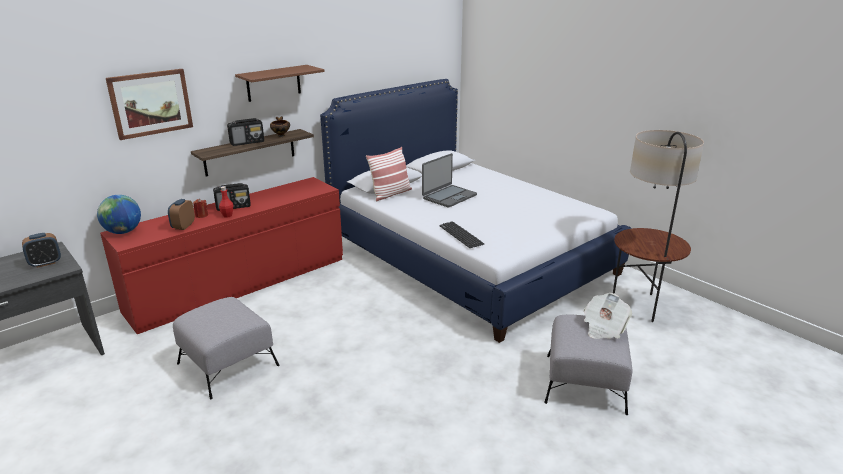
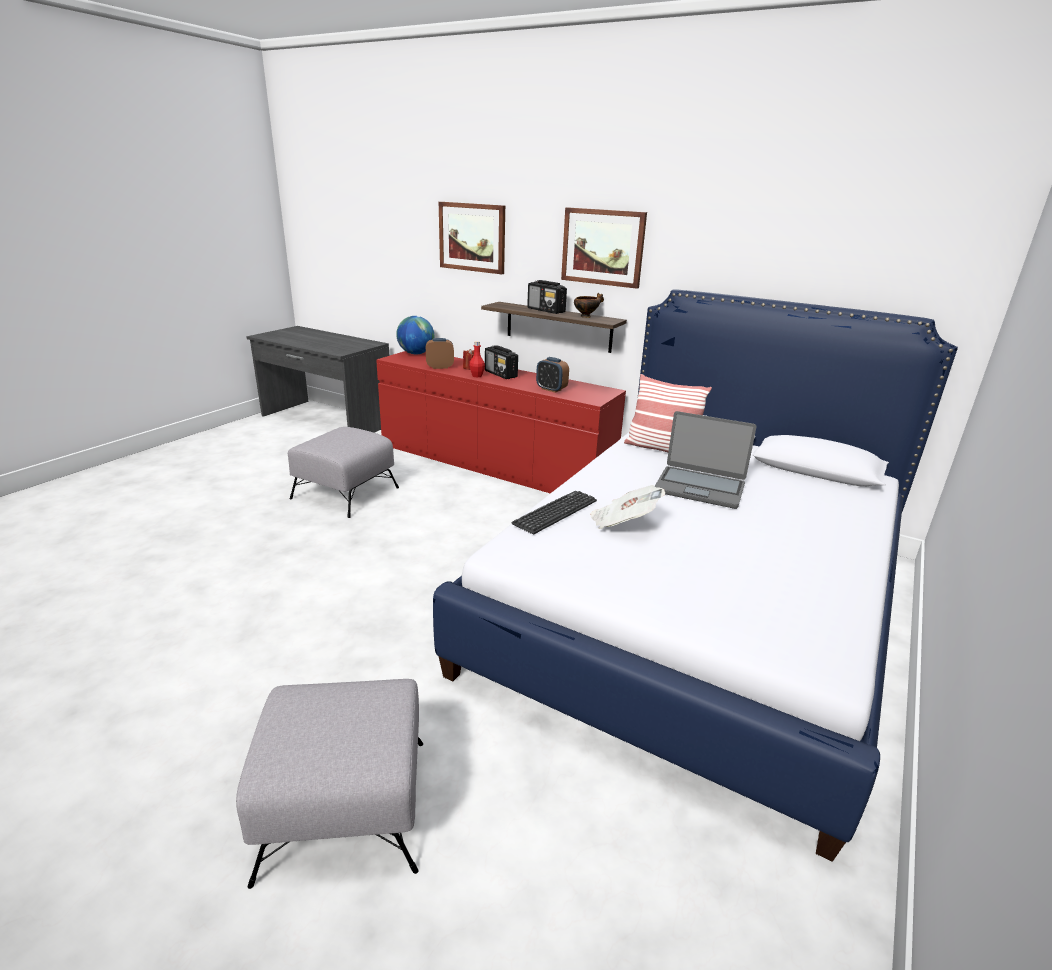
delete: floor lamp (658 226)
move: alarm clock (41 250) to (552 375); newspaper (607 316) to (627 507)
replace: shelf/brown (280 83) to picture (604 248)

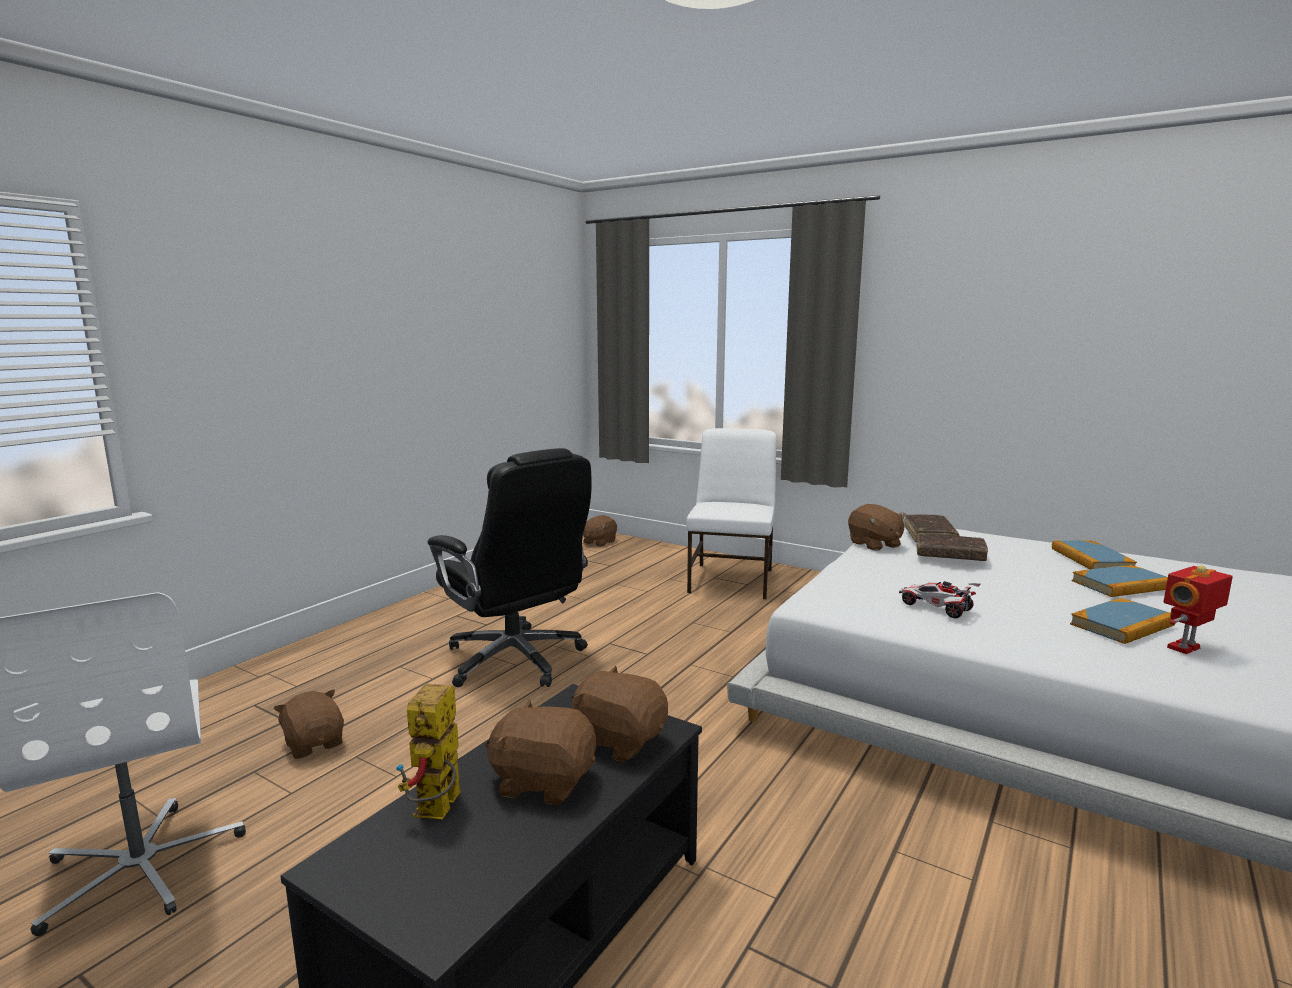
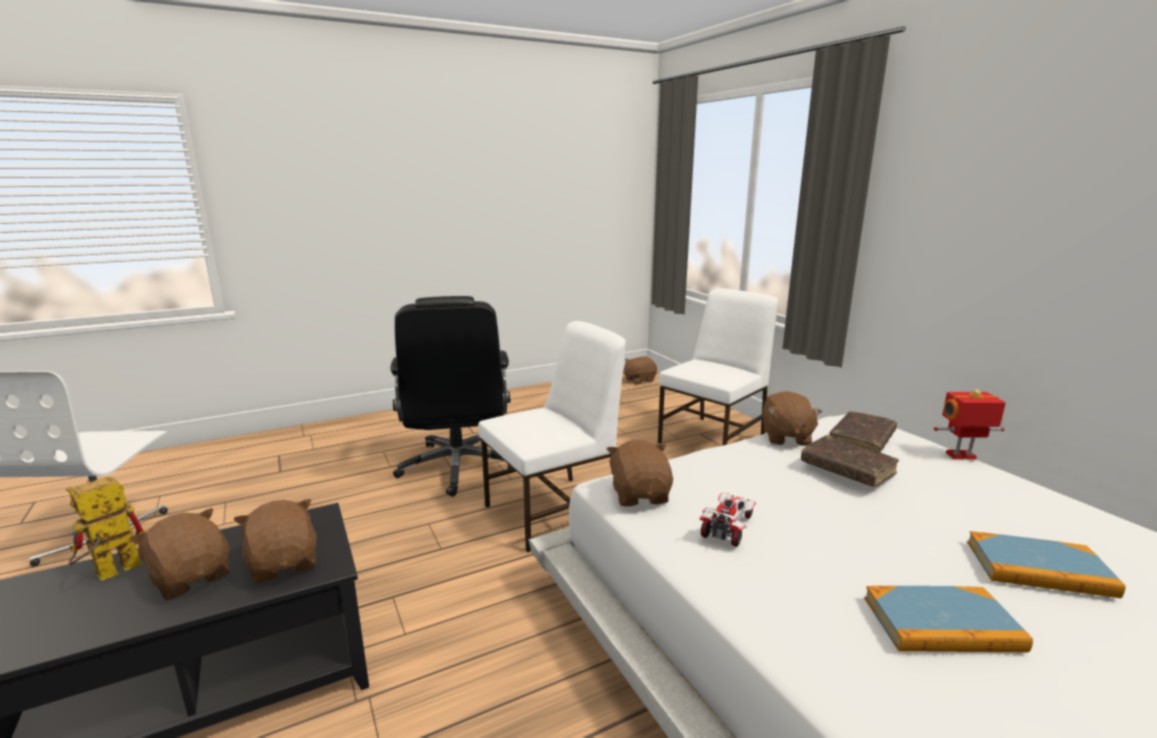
delete: book (1094 554)
insert: chair/white (552 436)
move: plush toy/brown (308 724) to (640 473); toy robot (1198 609) to (969 424)
rotate: toy car (940 600) = (727 520) 45 degrees clockwise

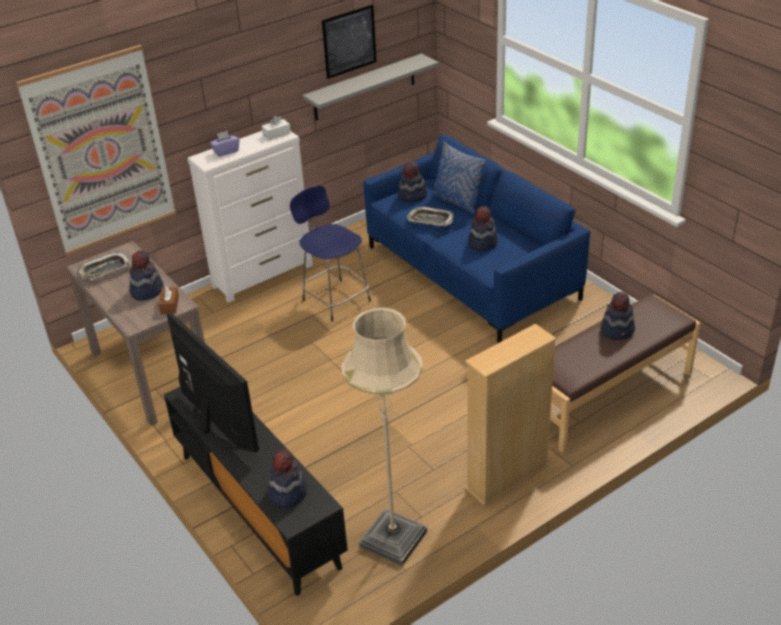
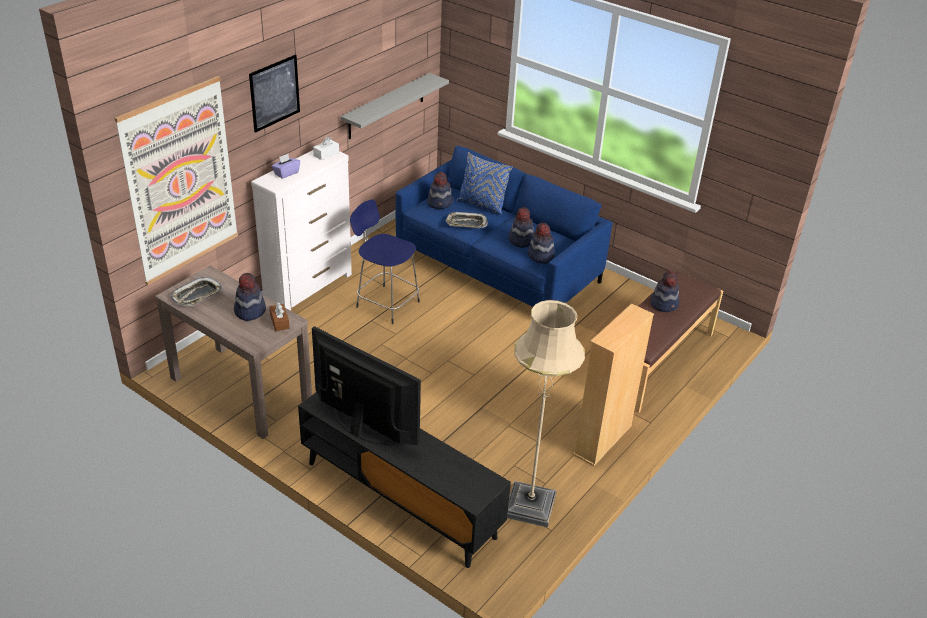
move: picture (349 41) to (274 94); hat (287 478) to (541 243)

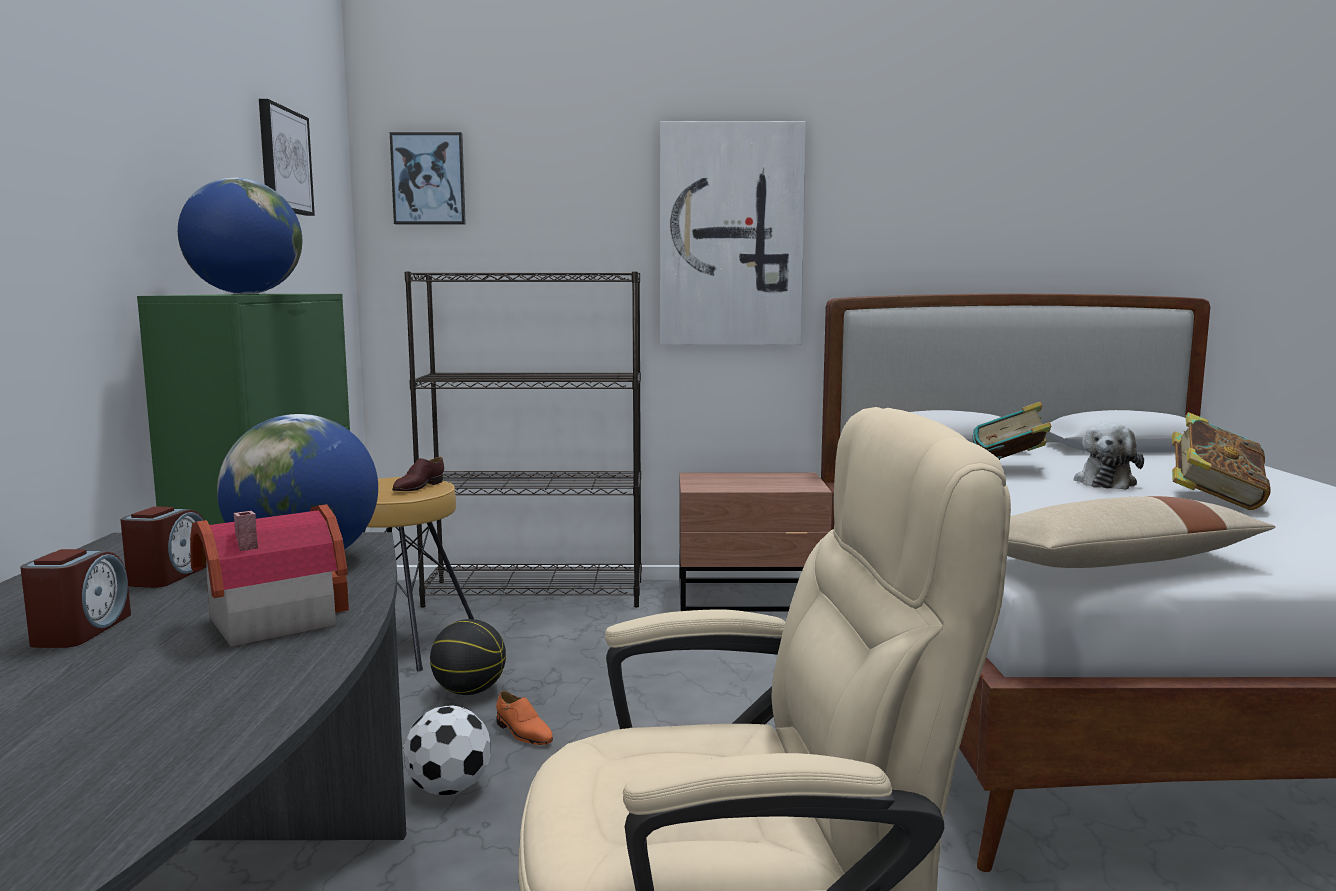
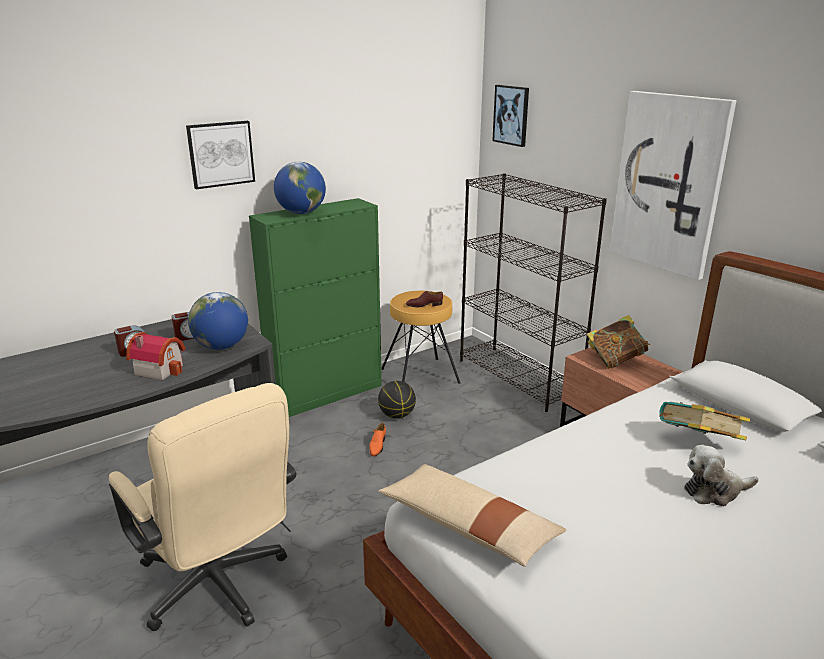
delete: football (447 750)
move: picture (287 157) to (220 155); book (1221 461) to (618 342)

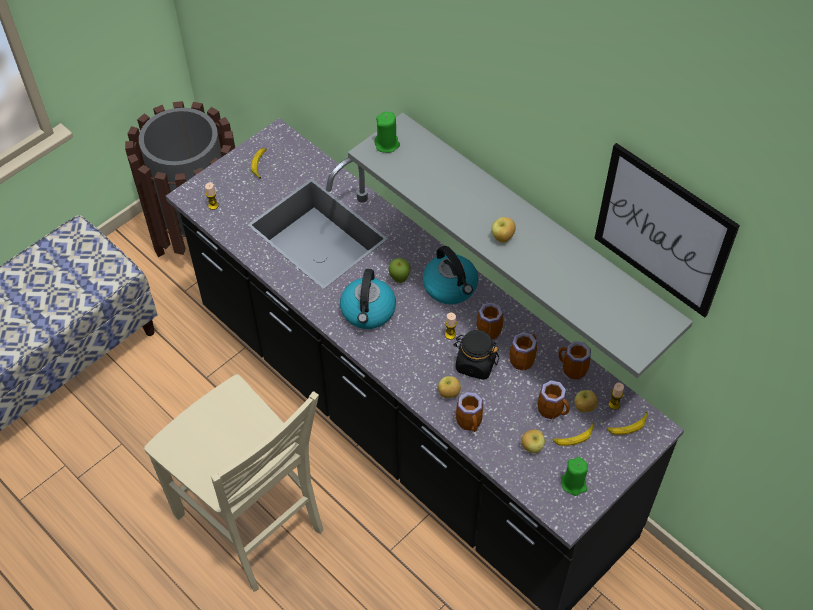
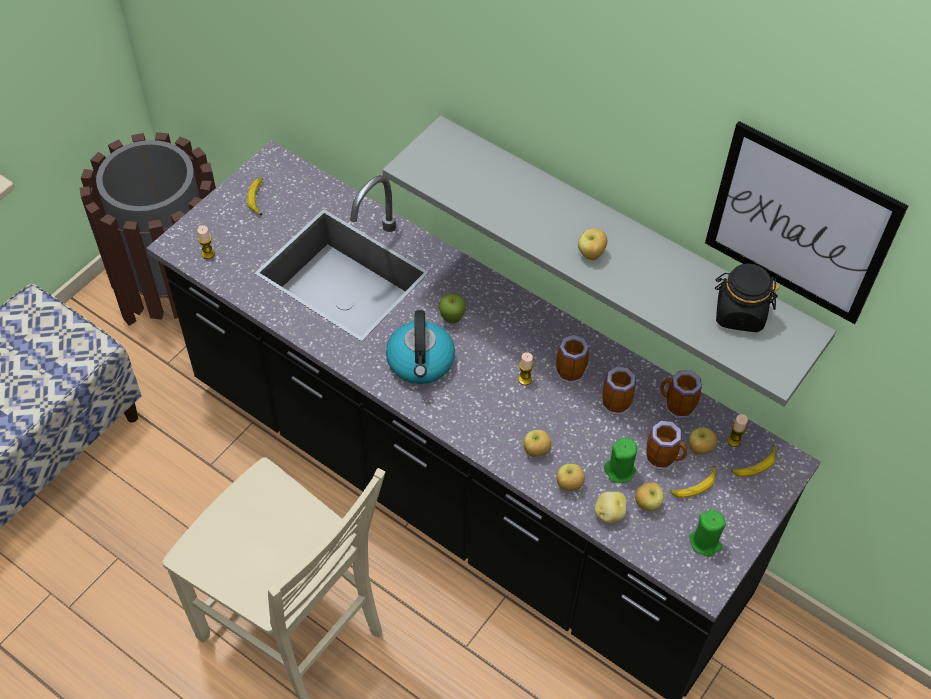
delete: kettle (450 275)
insert: potato (610 507)
move: candle/green (387 132) to (620 460); jar/black (476 355) to (747 297)
replace: mug (469 412) to apple (571 477)

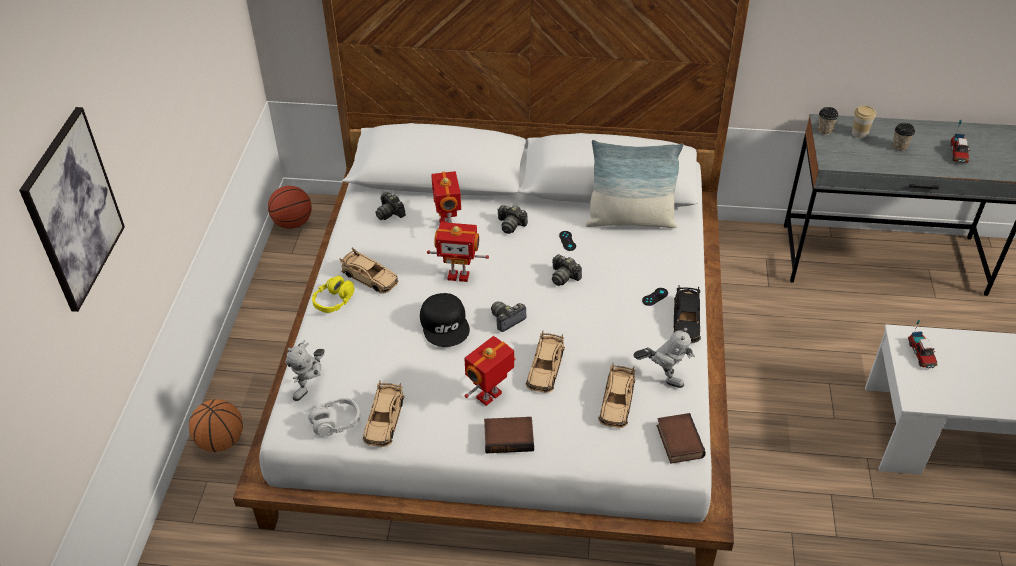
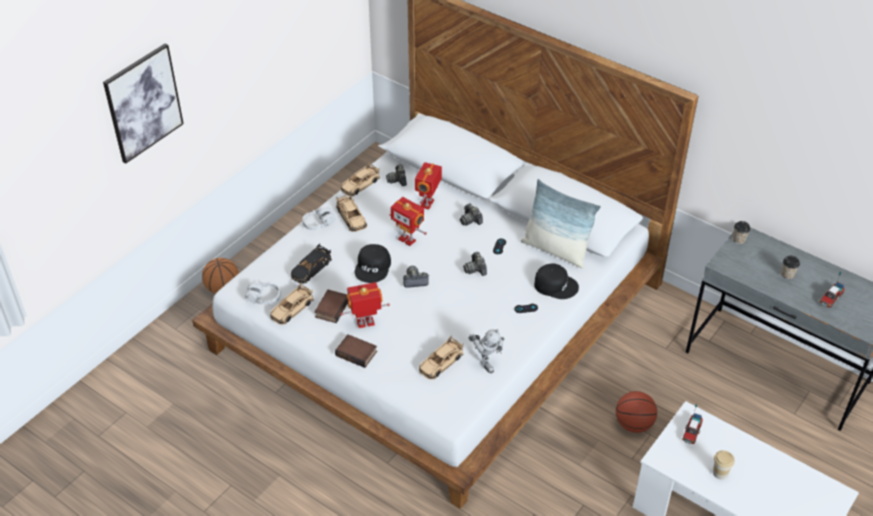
delete: toy robot (305 370)
insert: cap/black (556 281)
move: toy car/black (687 314) to (311 263); book (681 438) to (330 306); toy car/beige (545 361) to (360 179); basketball (290 207) to (636 412); cup (864 122) to (724 464)
recolor: headphones/yellow (333 294) to headphones/grey (319 219)

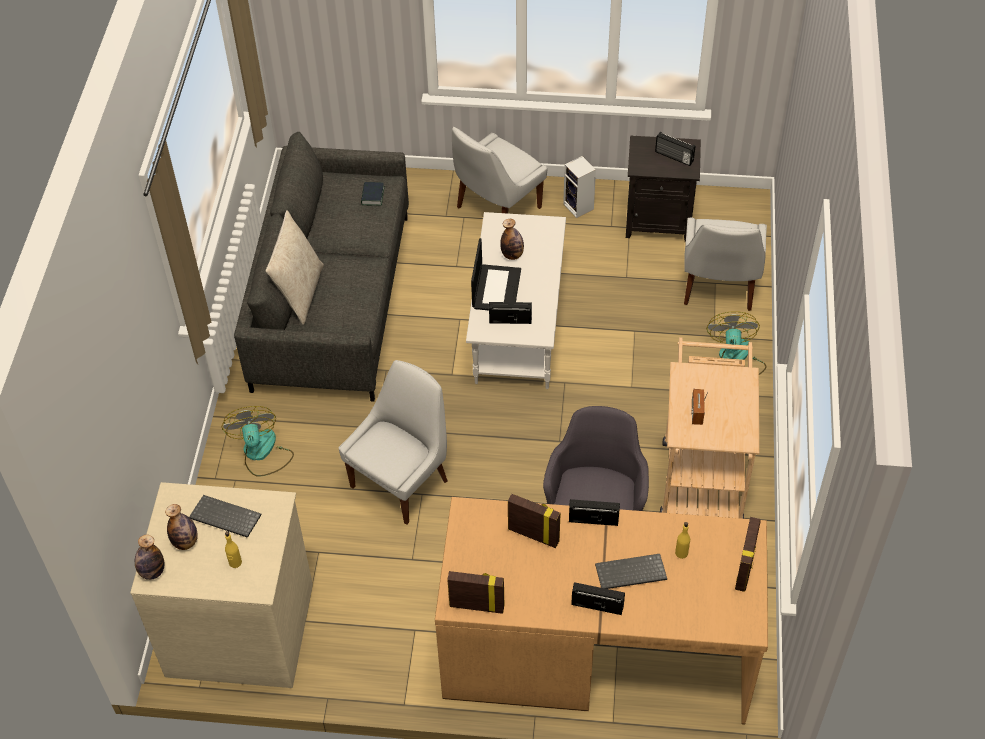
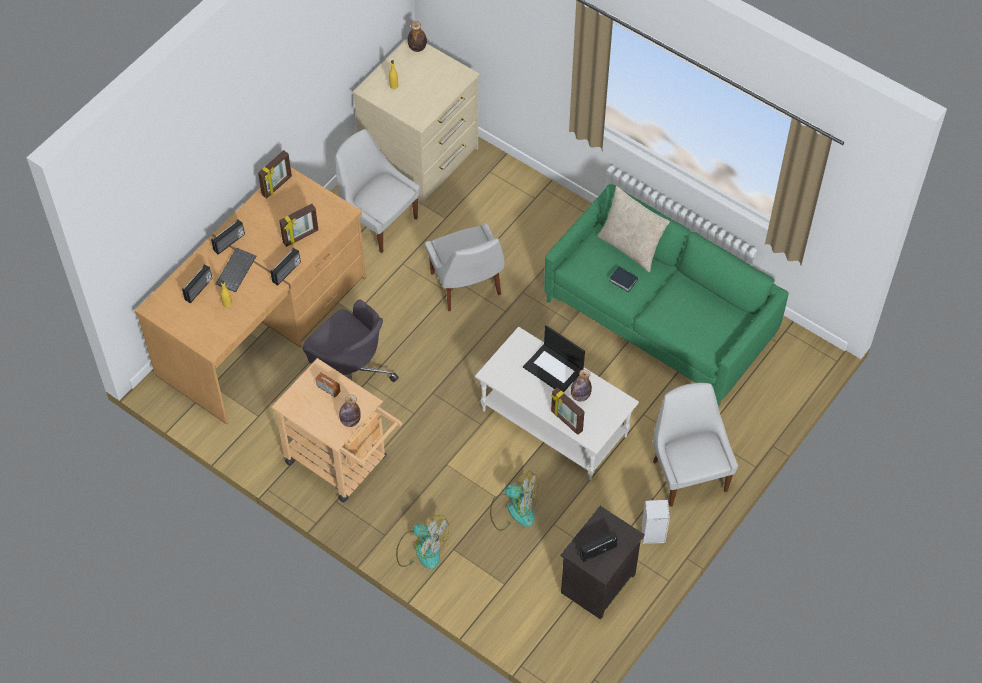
delete: keyboard (225 516)
move: radio (510 313) to (197 283); chair/white (725 264) to (377 191); bottle (181 527) to (350 411); fan (258 441) to (514 501); picture frame (748 554) to (568 411); book (373 194) to (623 279)
recolor: sofa/grey (321 267) to sofa/green (666 295)

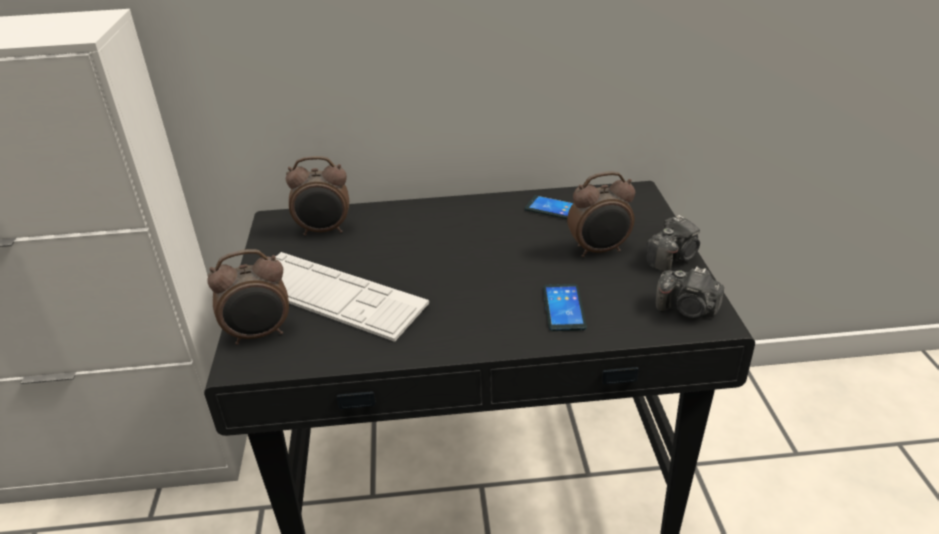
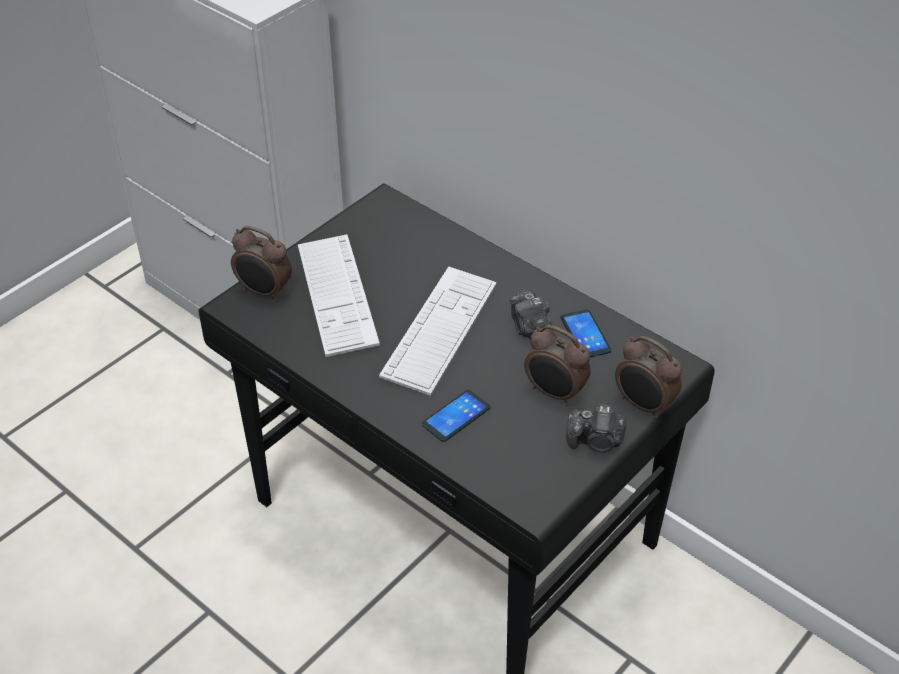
insert: keyboard (438 331)
move: photo camera (690 292) to (531 314); alarm clock (317 196) to (648 377)

